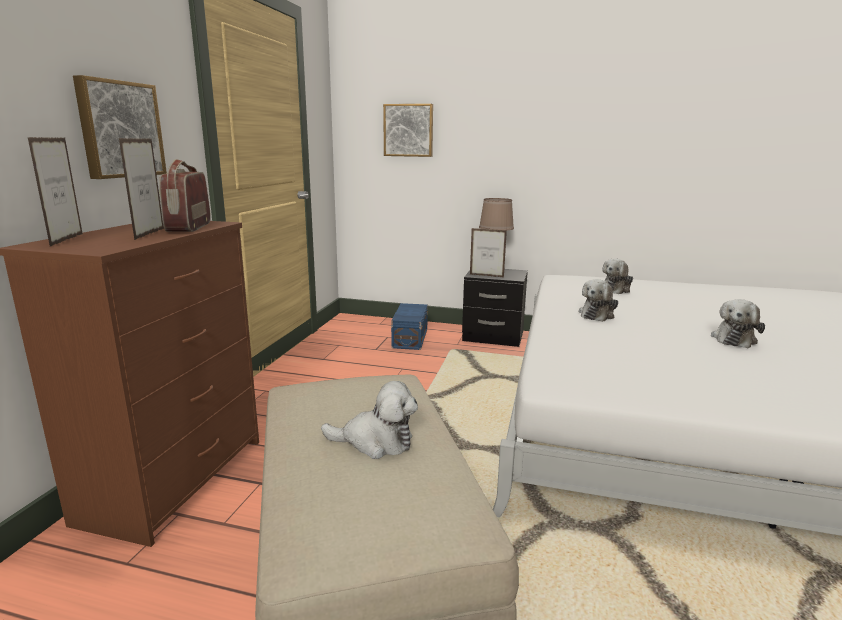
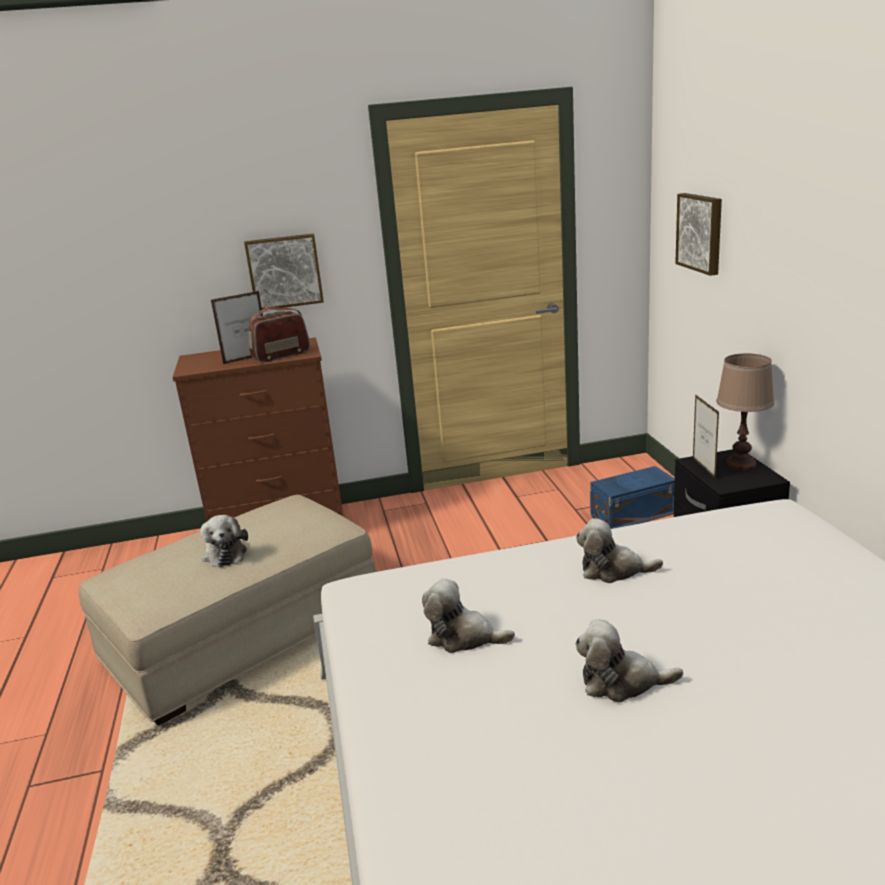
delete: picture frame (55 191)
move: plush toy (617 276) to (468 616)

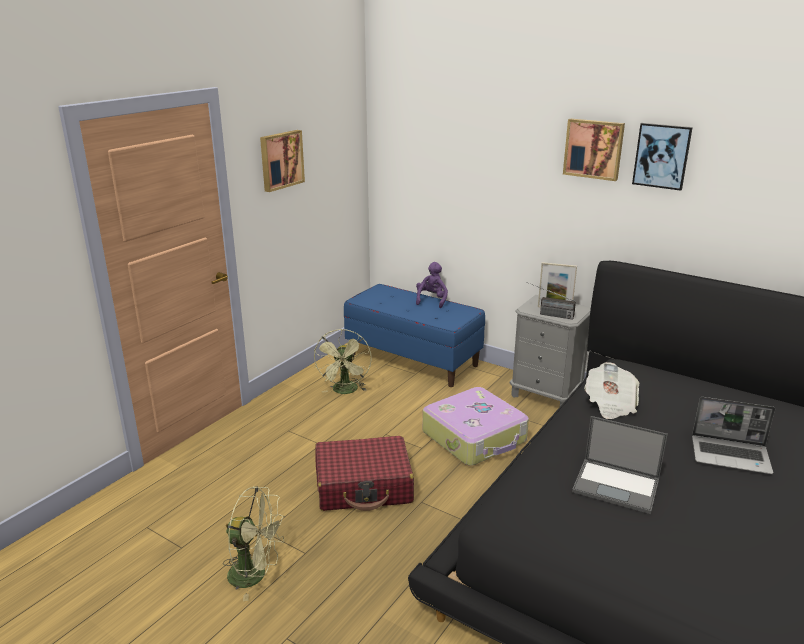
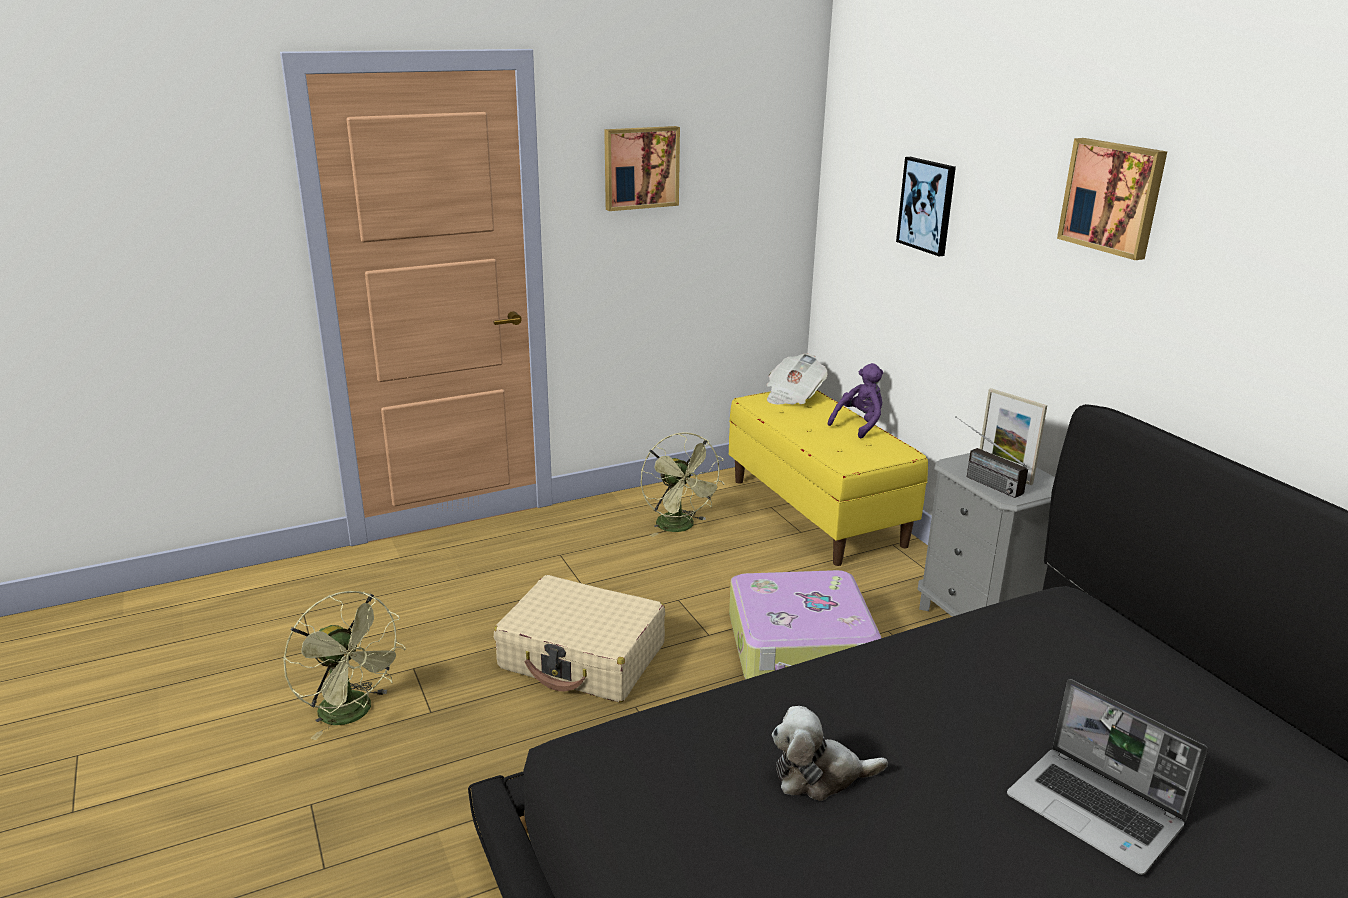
move: newspaper (611 390) to (797 379); picture (662 157) to (926 207)
replace: laptop (620 465) to plush toy (830 753)
recolor: suitcase/red (364 473) to suitcase/beige (579 639); bench/blue (414 335) to bench/yellow (828 478)
rotate: fan/green (343 361) = (683 484) 60 degrees counterclockwise

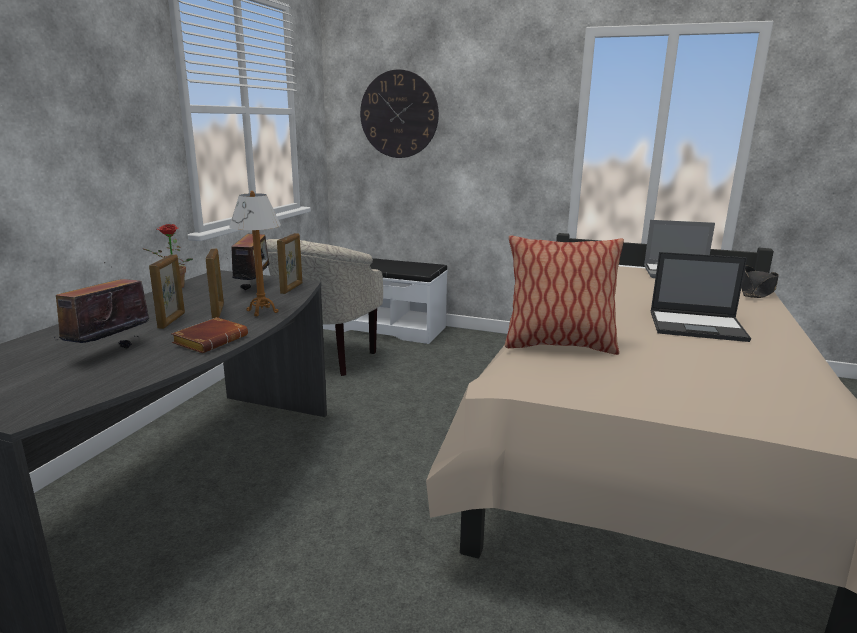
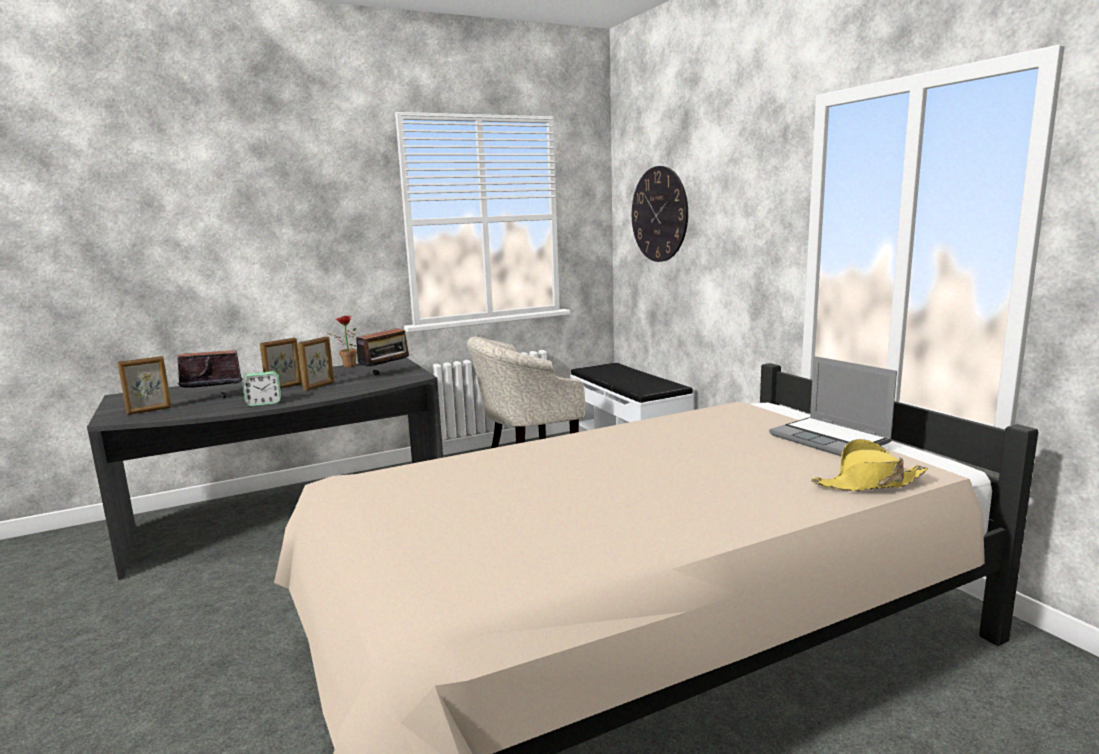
delete: table lamp (255 253); pillow (564 295); laptop (701 297)
move: picture frame (289 263) to (144 385)
replace: book/brown (209 335) to alarm clock (261 388)
recolor: hat/black (760 282) to hat/yellow (869 465)

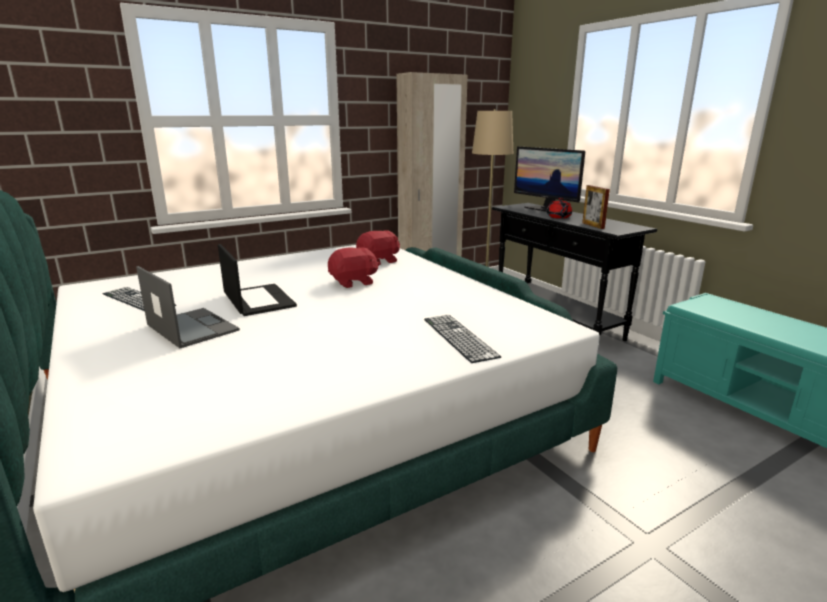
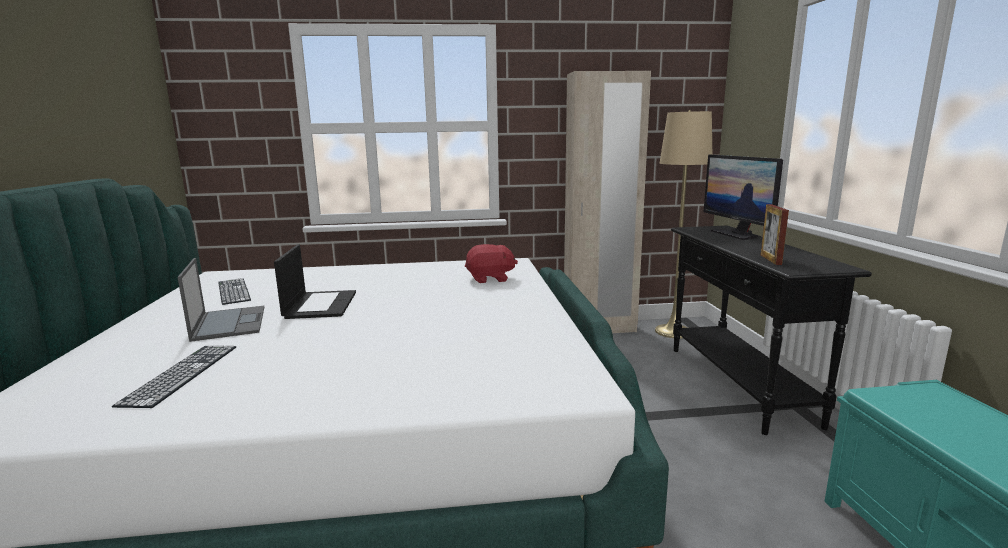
delete: plush toy/red (354 267); teapot/red (559 208)
move: keyboard (462 339) to (174 376)

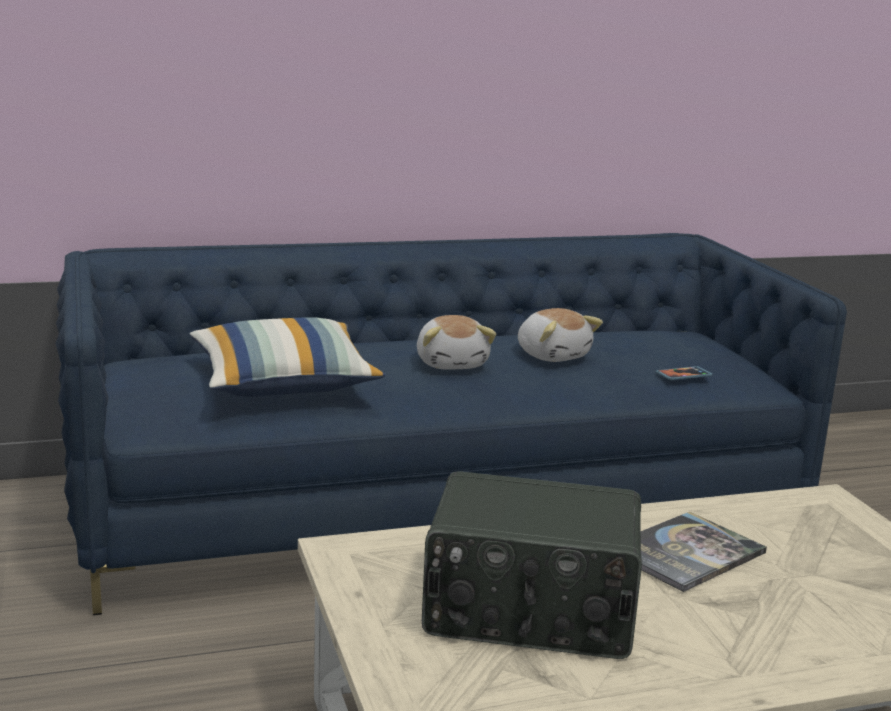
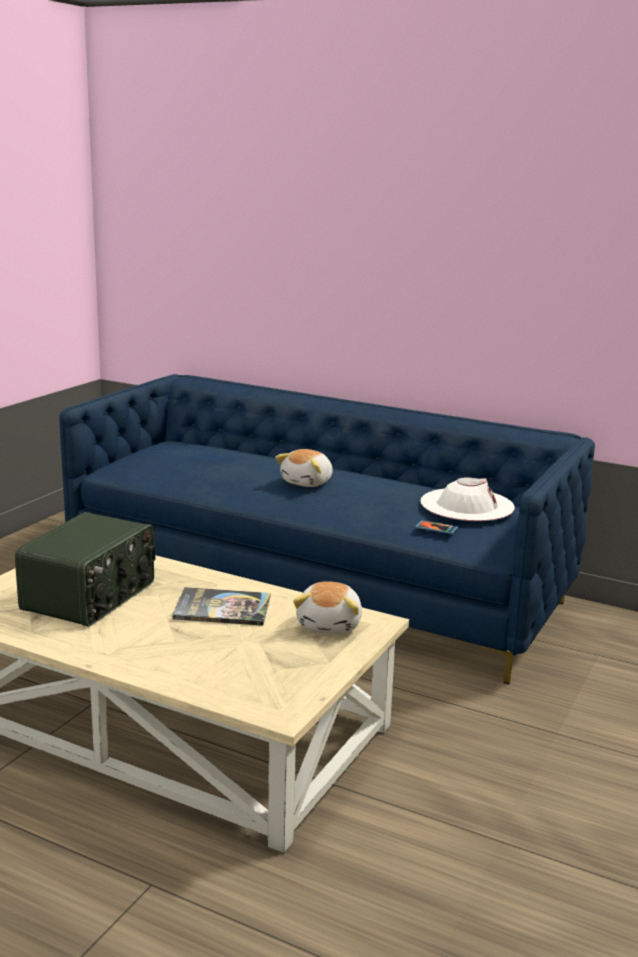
delete: pillow (287 357)
insert: hat/white (467 499)
move: plush toy (560 335) to (327 607)
rotate: radio (532 565) = (85 569) 120 degrees counterclockwise

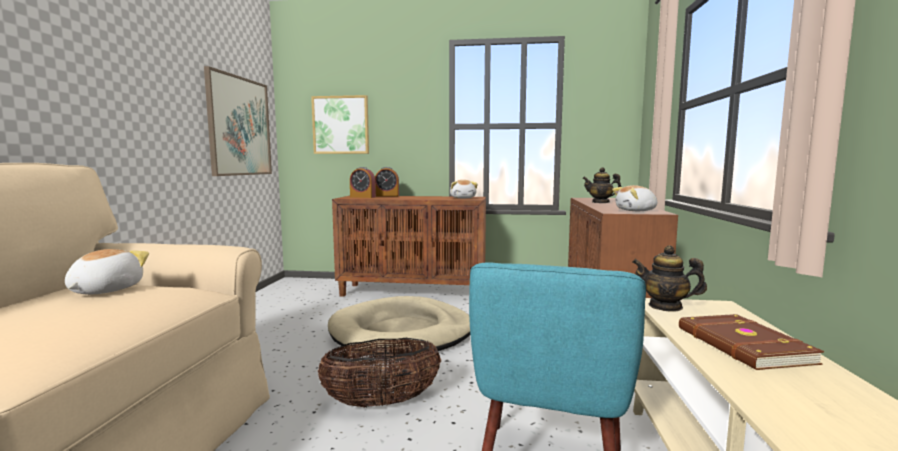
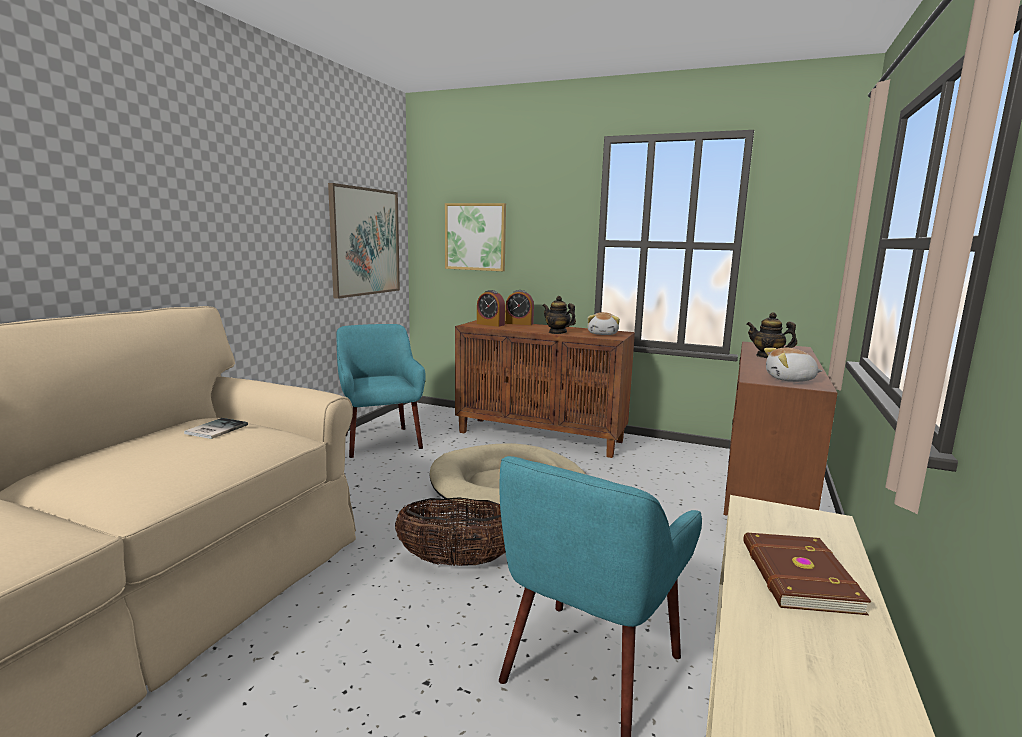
insert: armchair/turquoise (381 391)
move: teapot (669 279) to (559 315)
replace: plush toy (107 272) to book (216 428)

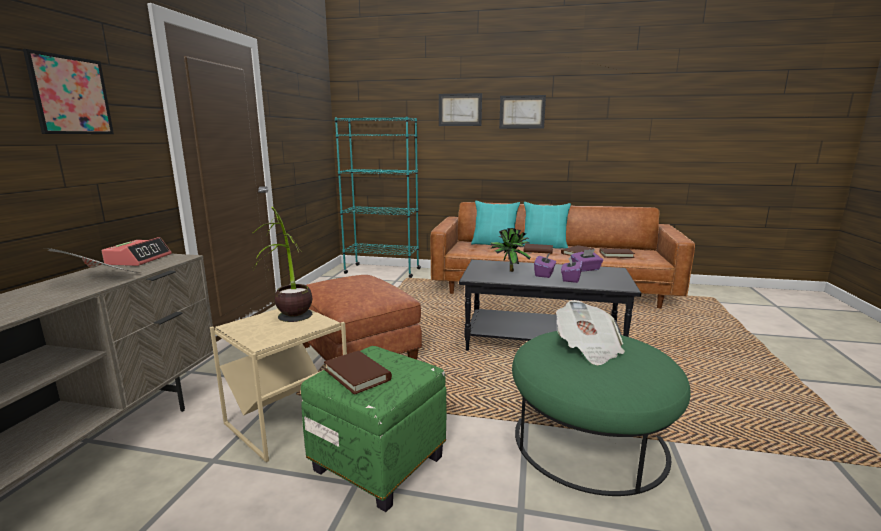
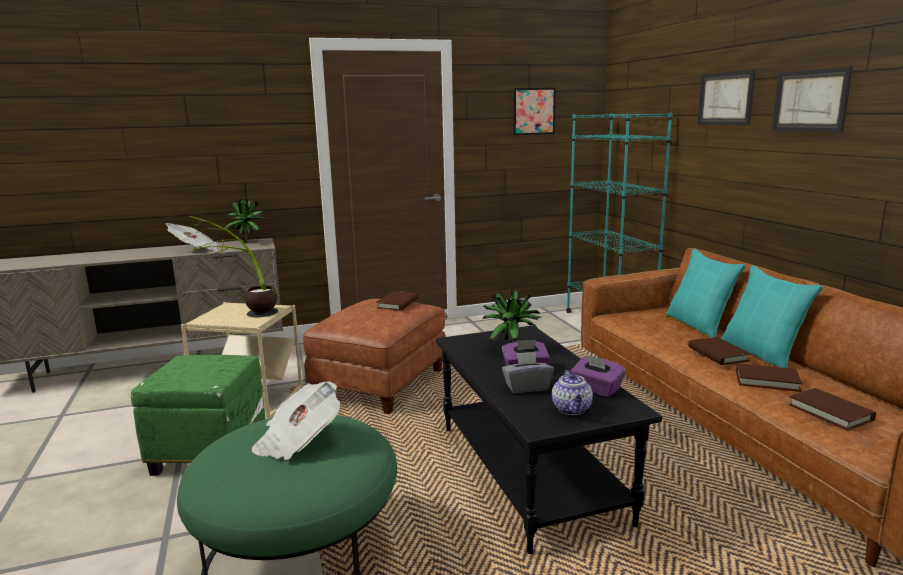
insert: teapot (572 392)
move: book/brown (358 372) to (397 301); picture (68 91) to (534 111)
replace: alarm clock (137 251) to potted plant (245 221)
recolor: tissue box/purple (572 269) to tissue box/grey (528 372)

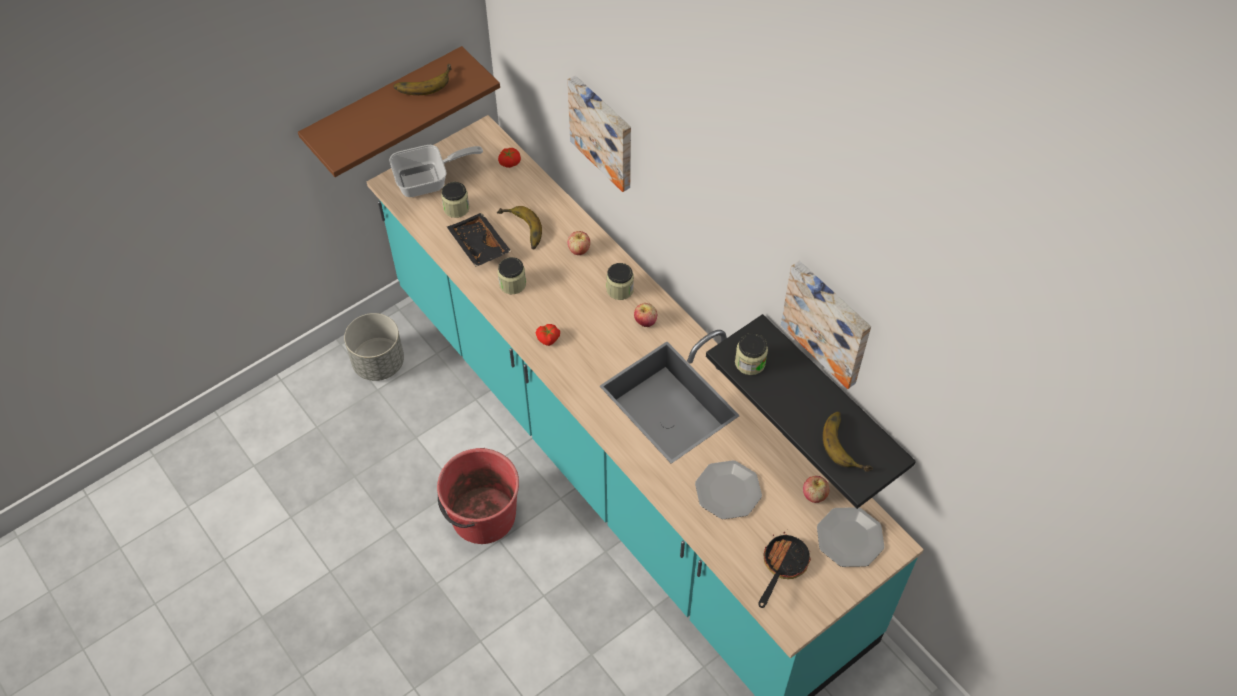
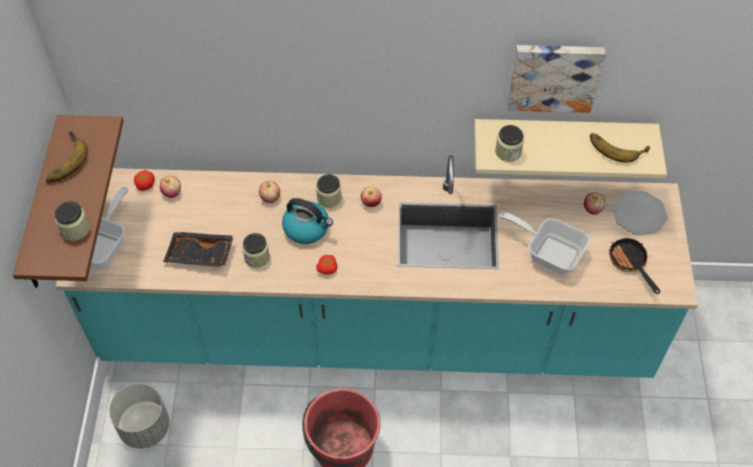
delete: banana (519 227); picture (599 133)
insert: apple (170 187); kettle (307 221)
move: jar (455 200) to (72 221)
replace: plate (728 489) to frying pan (544 243)
recolor: shelf/black (811 411) to shelf/beige (570 148)

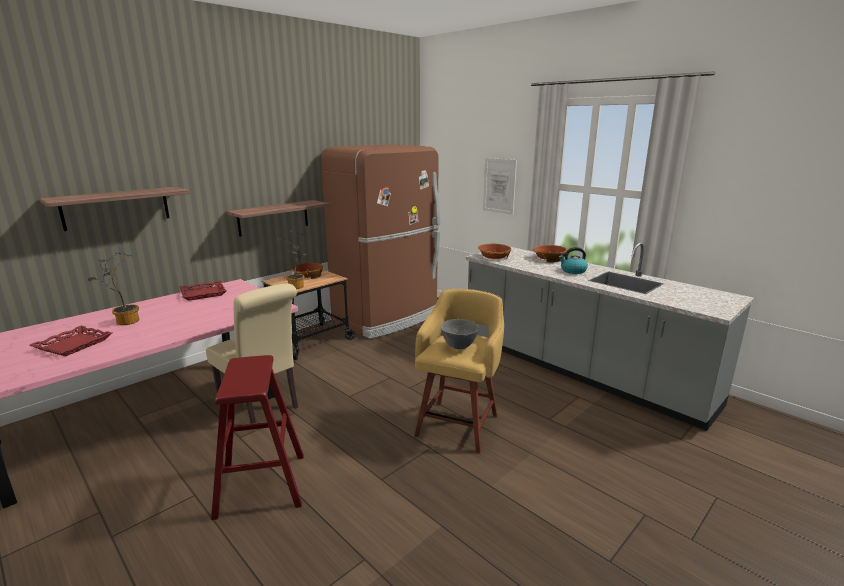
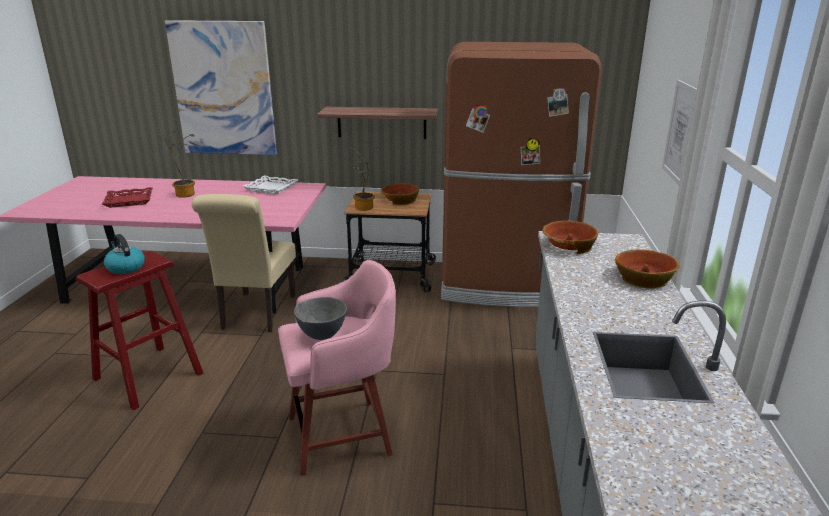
move: kettle (573 260) to (124 254)
replace: shelf (115 209) to picture (221 87)
recolor: tray/red (203 291) to tray/white (270 184); stool/yellow (459 371) to stool/pink (337 368)

